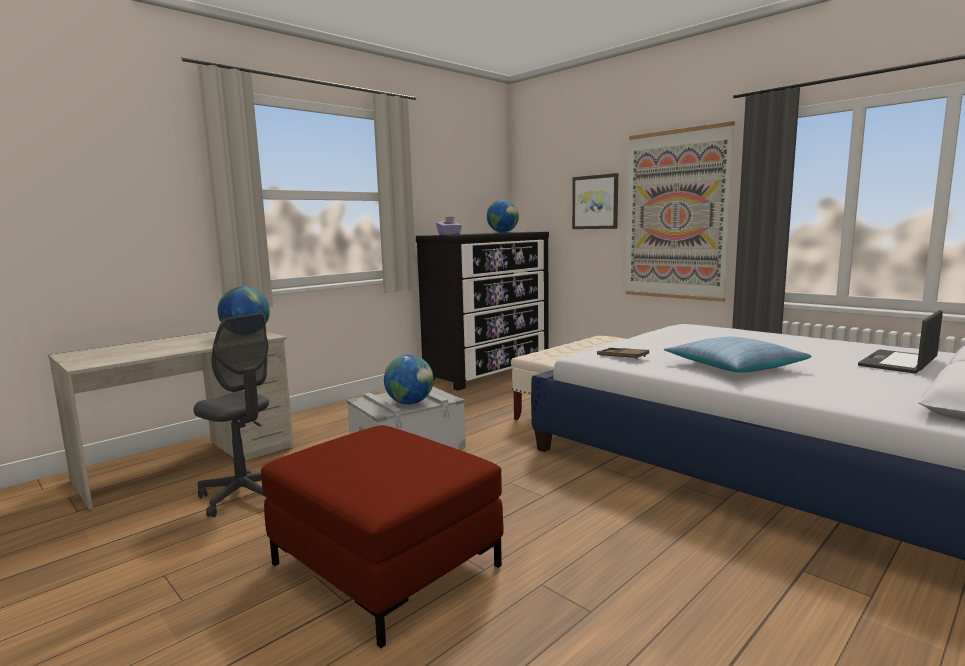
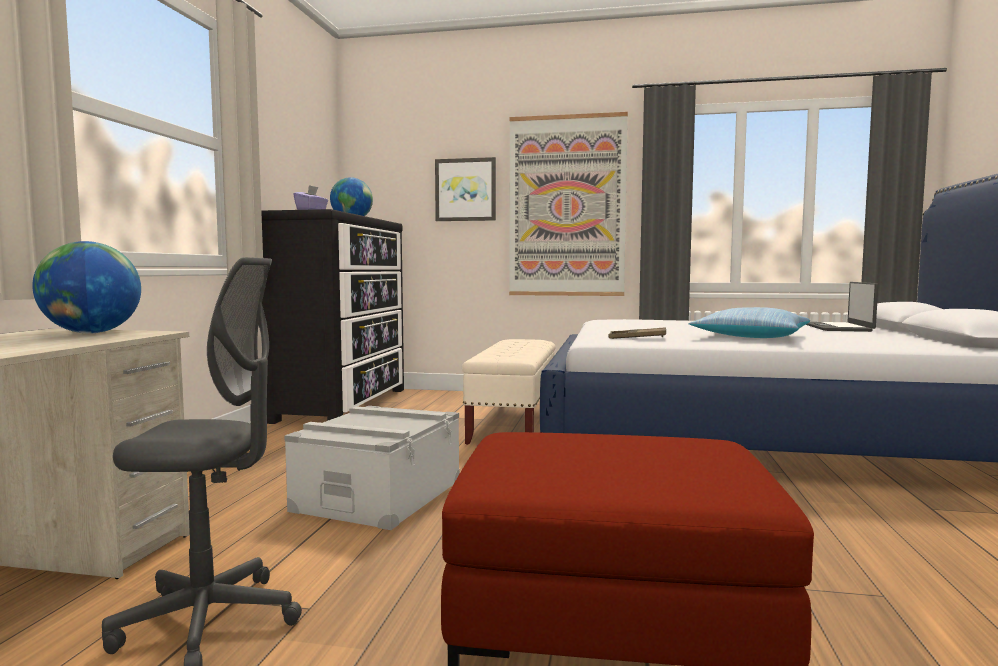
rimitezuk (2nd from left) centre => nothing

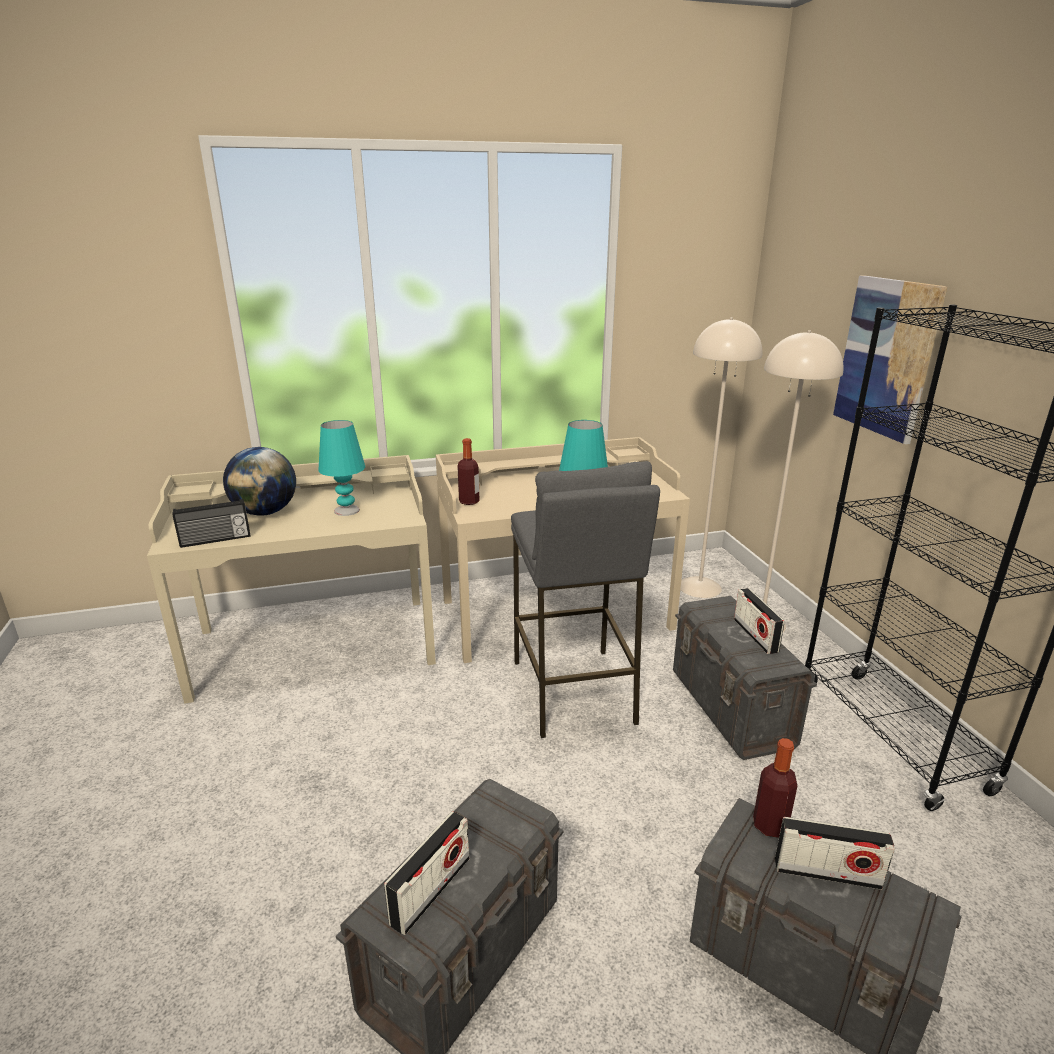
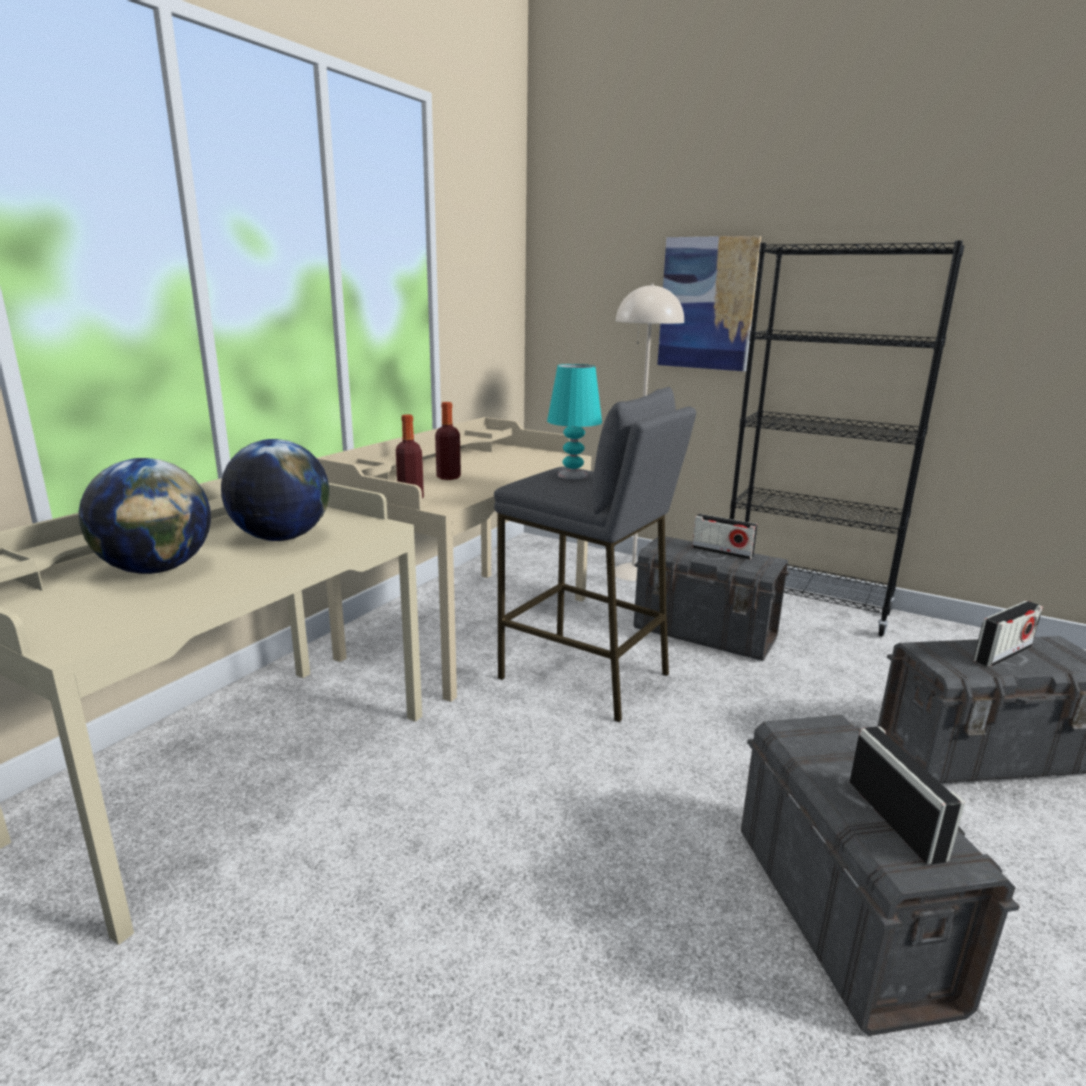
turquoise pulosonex (1st from left) middle left => rimitezuk (2nd from left) middle left
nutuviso (2nd from left) bottom right => nutuviso (2nd from left) centre, moved
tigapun (1st from left) middle left => nothing
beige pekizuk (1st from left) middle right => nothing

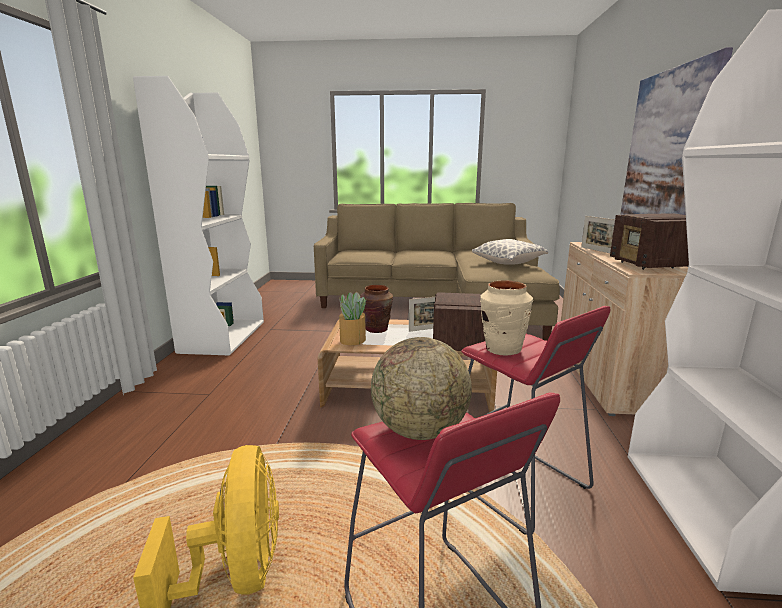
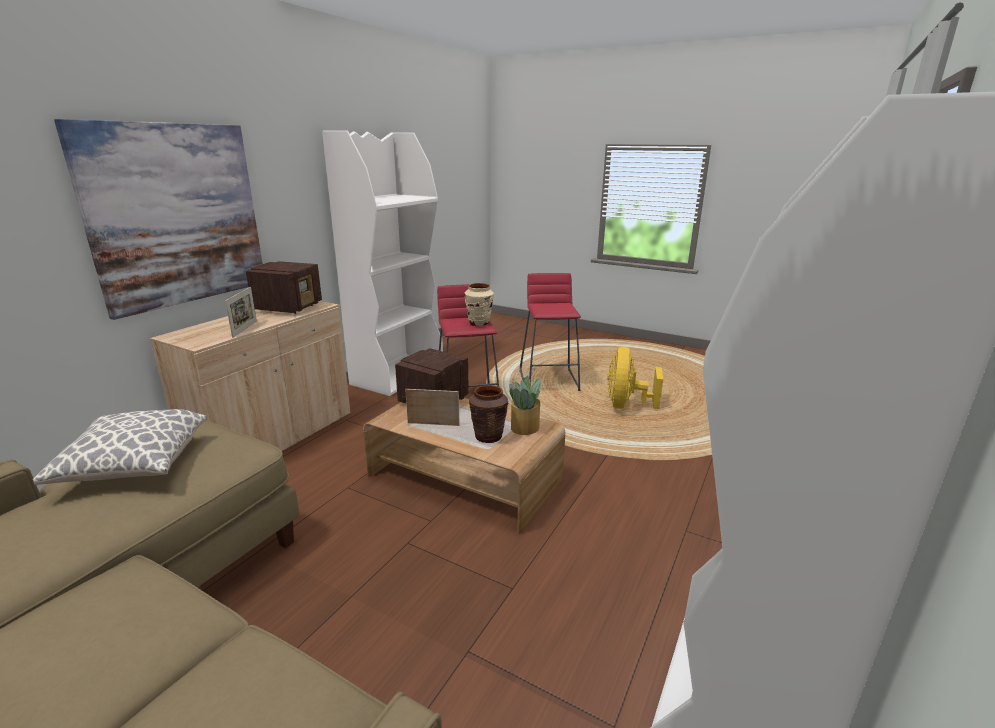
rimitezuk centre => nothing

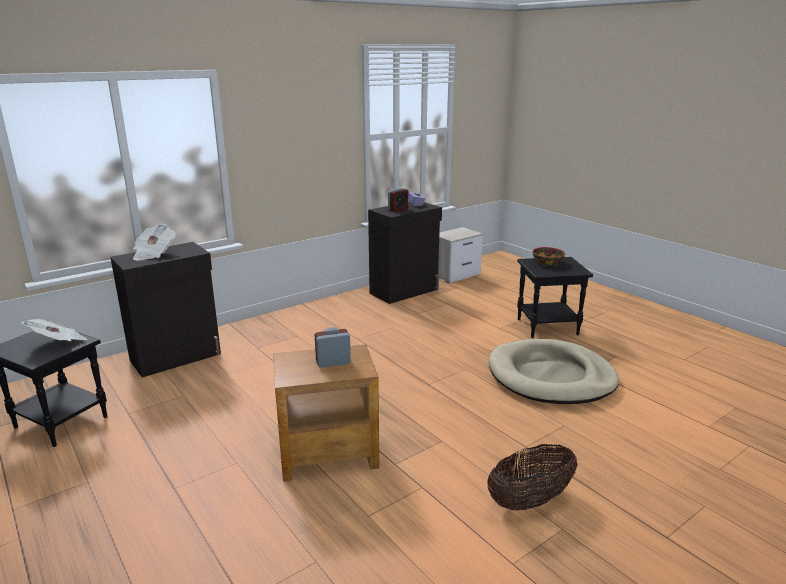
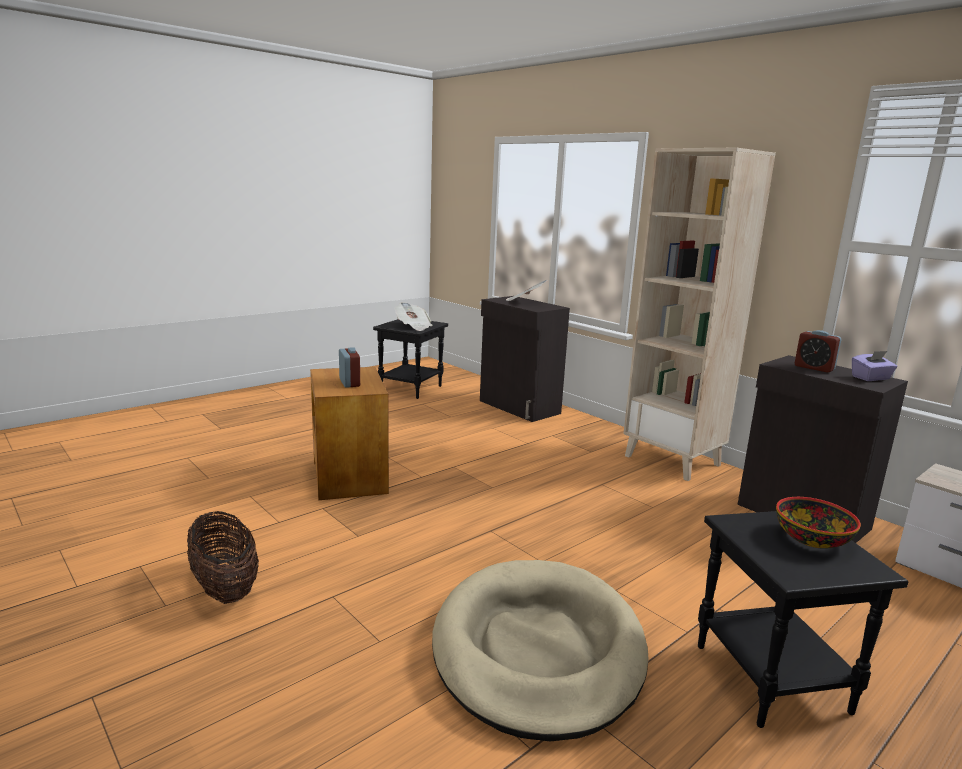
nothing => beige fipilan middle right

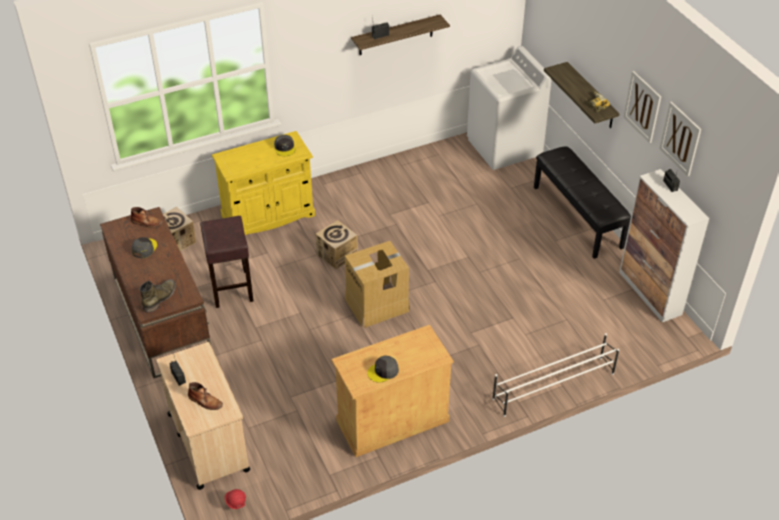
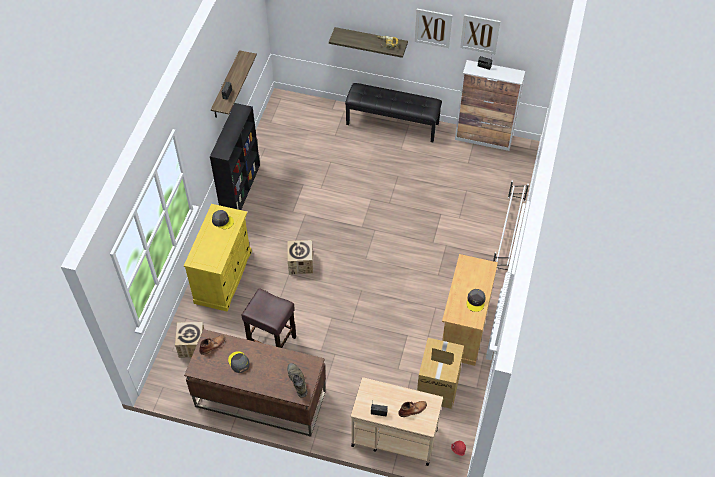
nothing => black fipilan top left
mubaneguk (3rd from left) centre => mubaneguk (3rd from left) bottom centre, moved
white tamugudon top centre => nothing

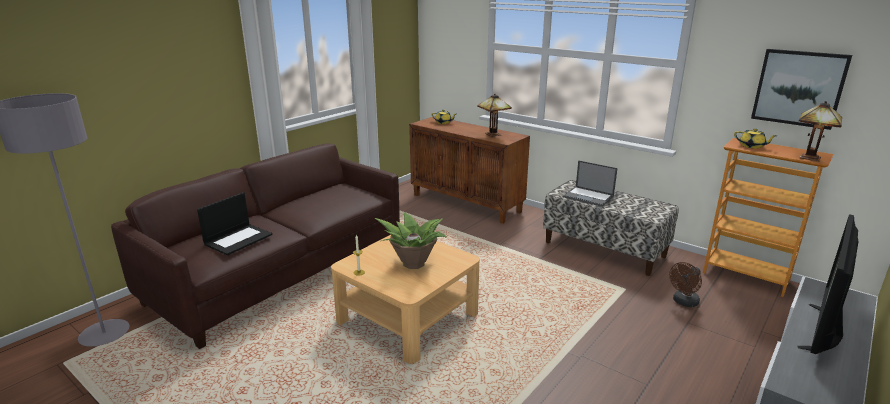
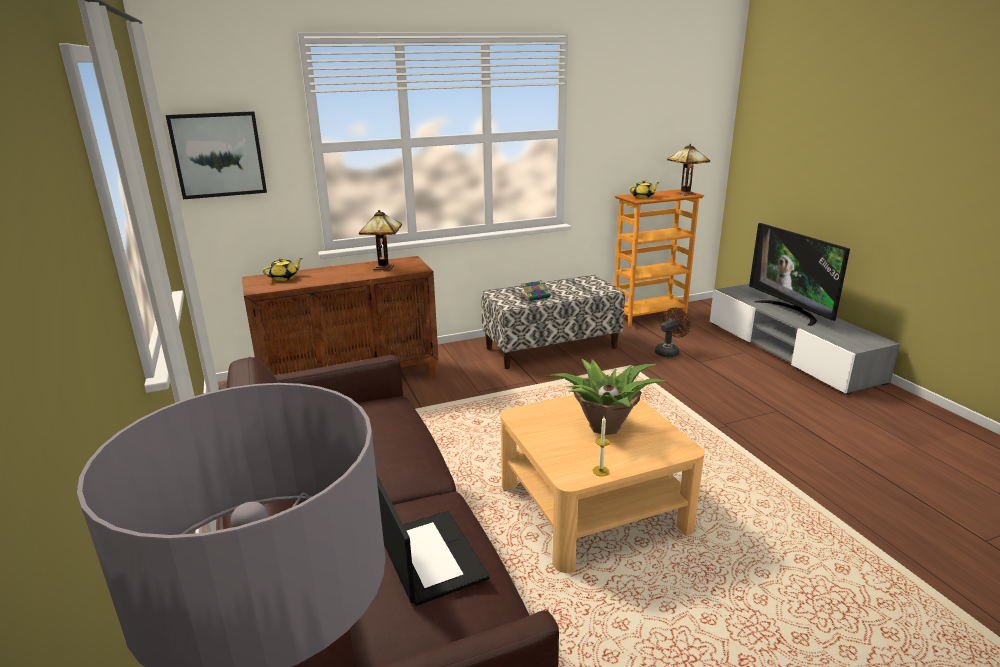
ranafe top right => ranafe top left, moved
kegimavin (2nd from left) centre => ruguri centre
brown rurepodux bottom right => brown rurepodux middle right, 120 degrees counterclockwise

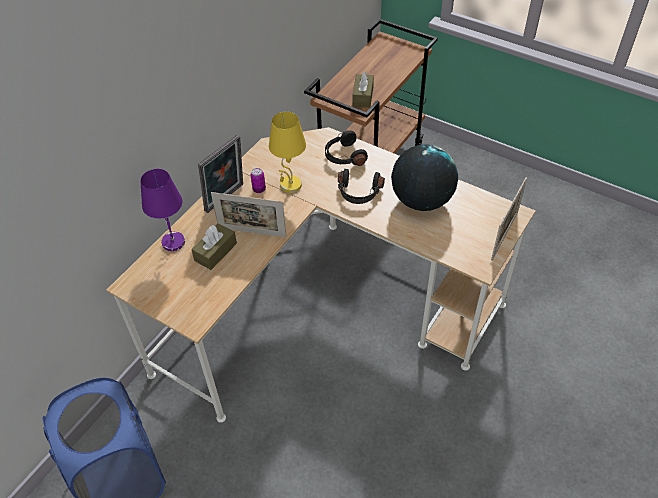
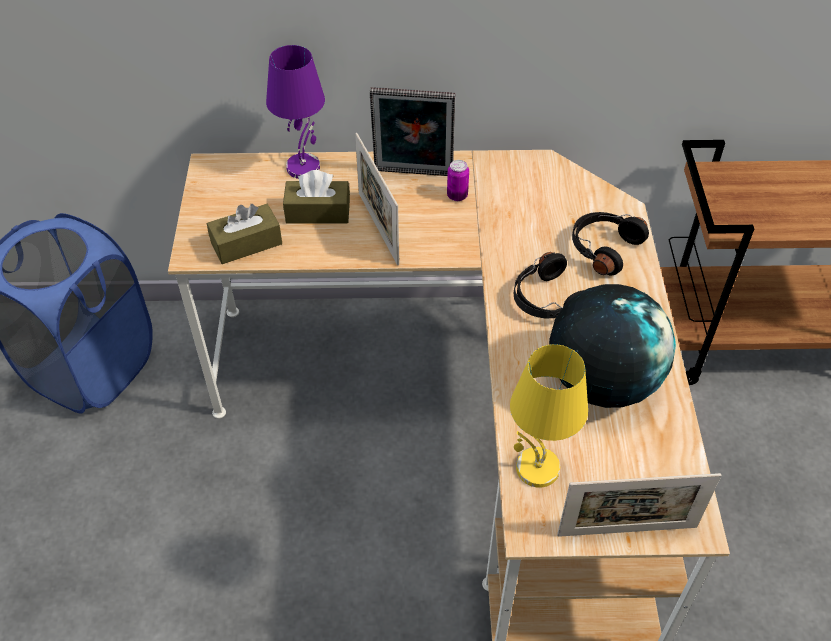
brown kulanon (2nd from left in the first image) top centre => brown kulanon (1st from left) middle left, moved
yellow pulosonex top centre => yellow pulosonex centre, moved

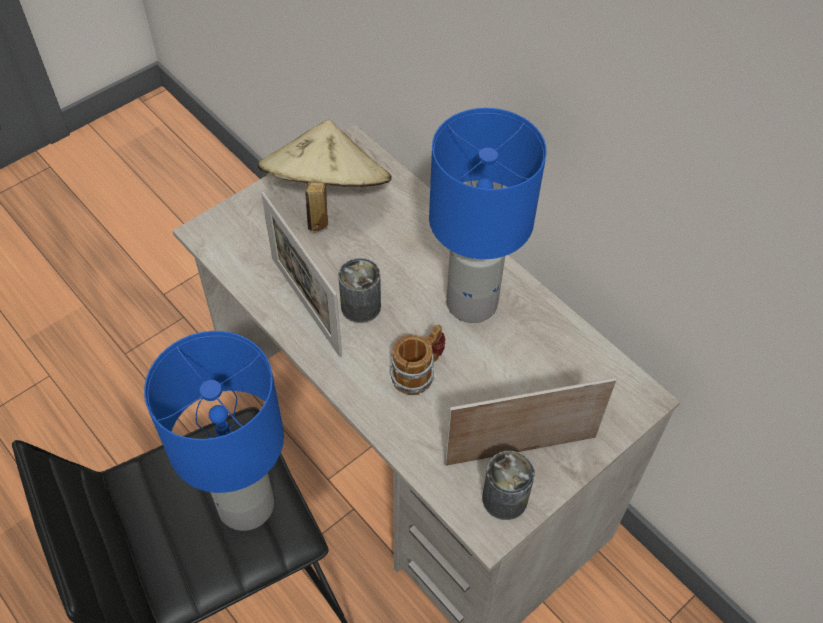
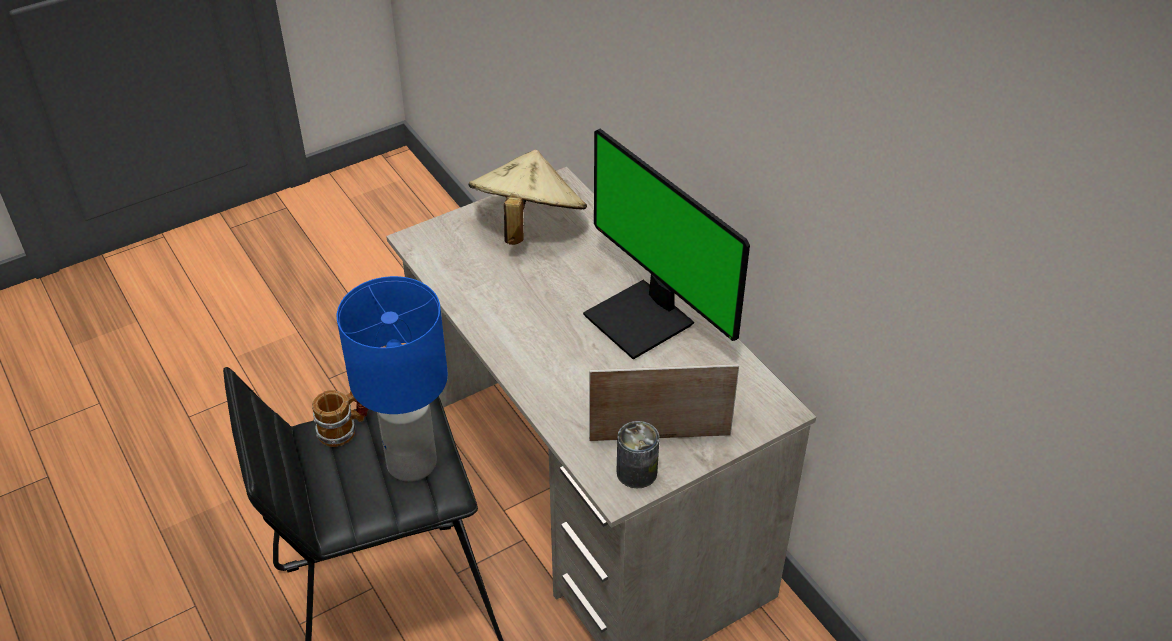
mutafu centre => mutafu middle left, moved
blue pulosonex (2nd from left) centre => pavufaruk centre
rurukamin (1st from left) centre => nothing
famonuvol (1st from left) centre => nothing

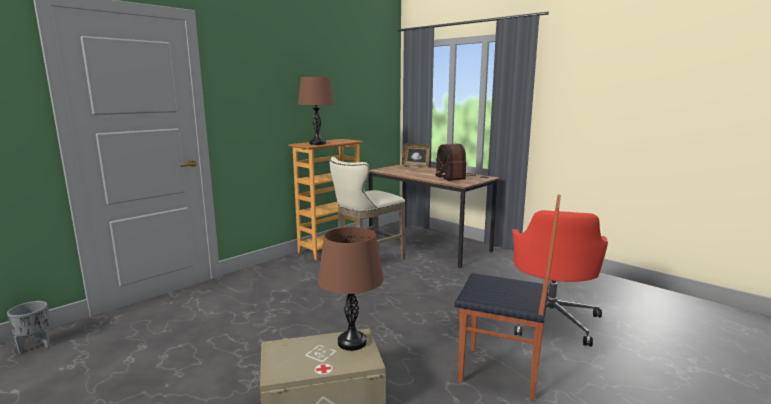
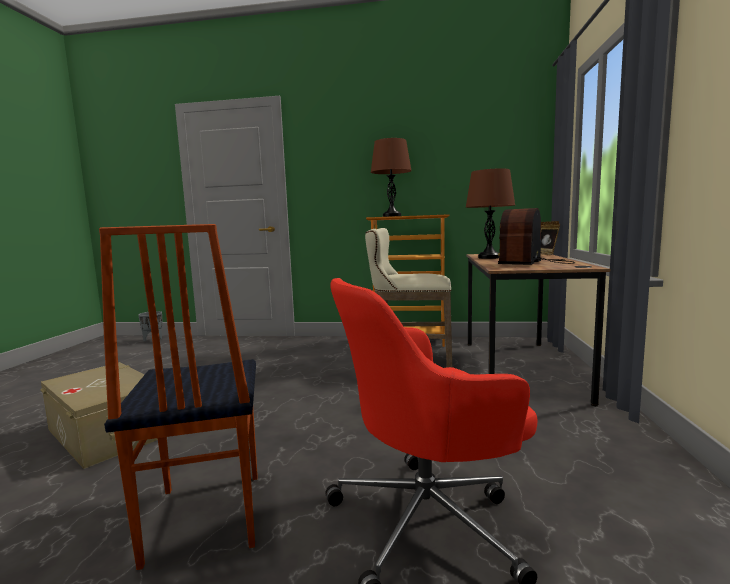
brown pulosonex (2nd from left) bottom centre => brown pulosonex (2nd from left) middle right, moved

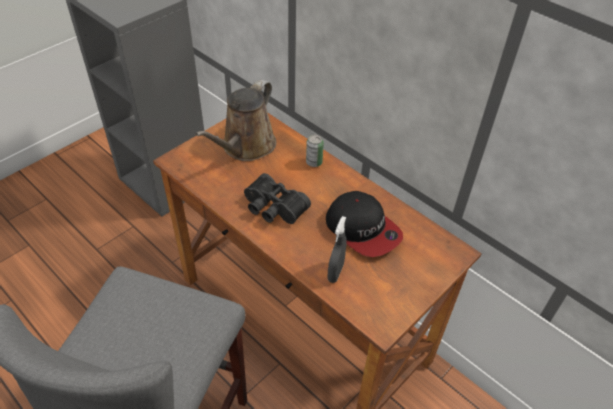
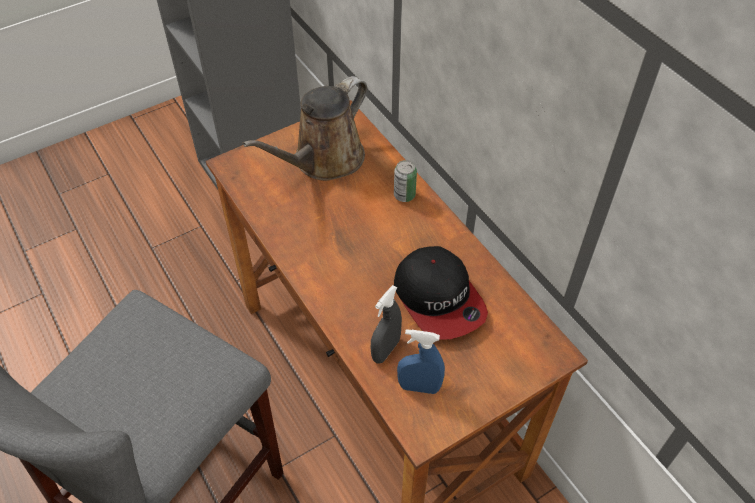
nothing => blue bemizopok bottom centre
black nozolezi centre => nothing

